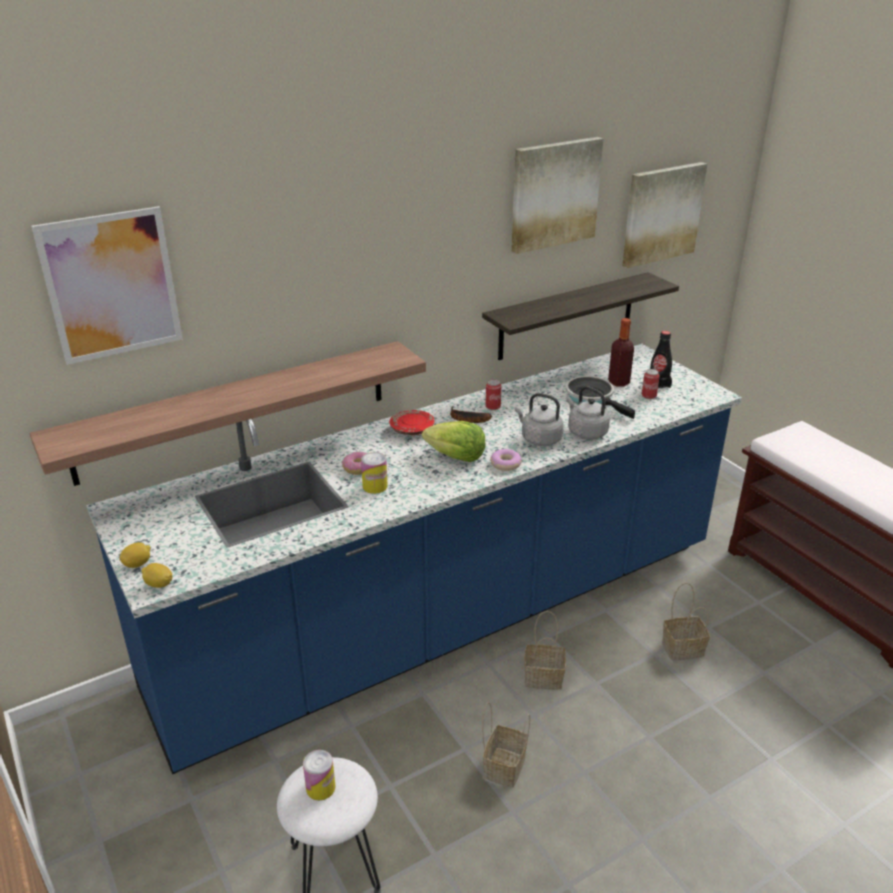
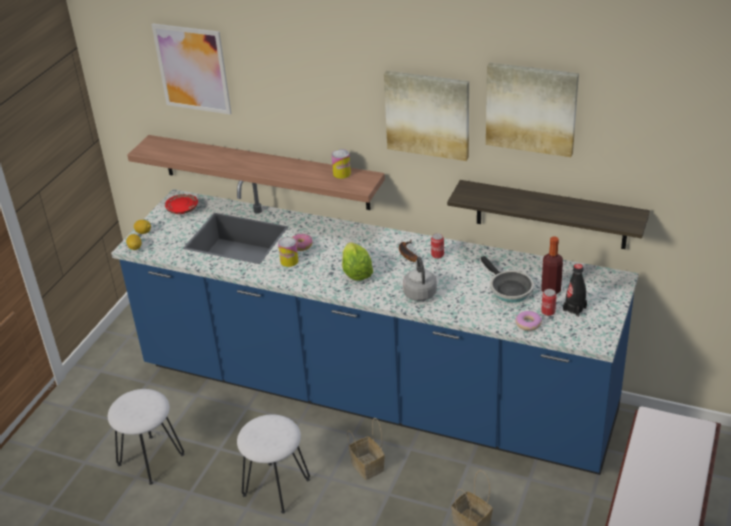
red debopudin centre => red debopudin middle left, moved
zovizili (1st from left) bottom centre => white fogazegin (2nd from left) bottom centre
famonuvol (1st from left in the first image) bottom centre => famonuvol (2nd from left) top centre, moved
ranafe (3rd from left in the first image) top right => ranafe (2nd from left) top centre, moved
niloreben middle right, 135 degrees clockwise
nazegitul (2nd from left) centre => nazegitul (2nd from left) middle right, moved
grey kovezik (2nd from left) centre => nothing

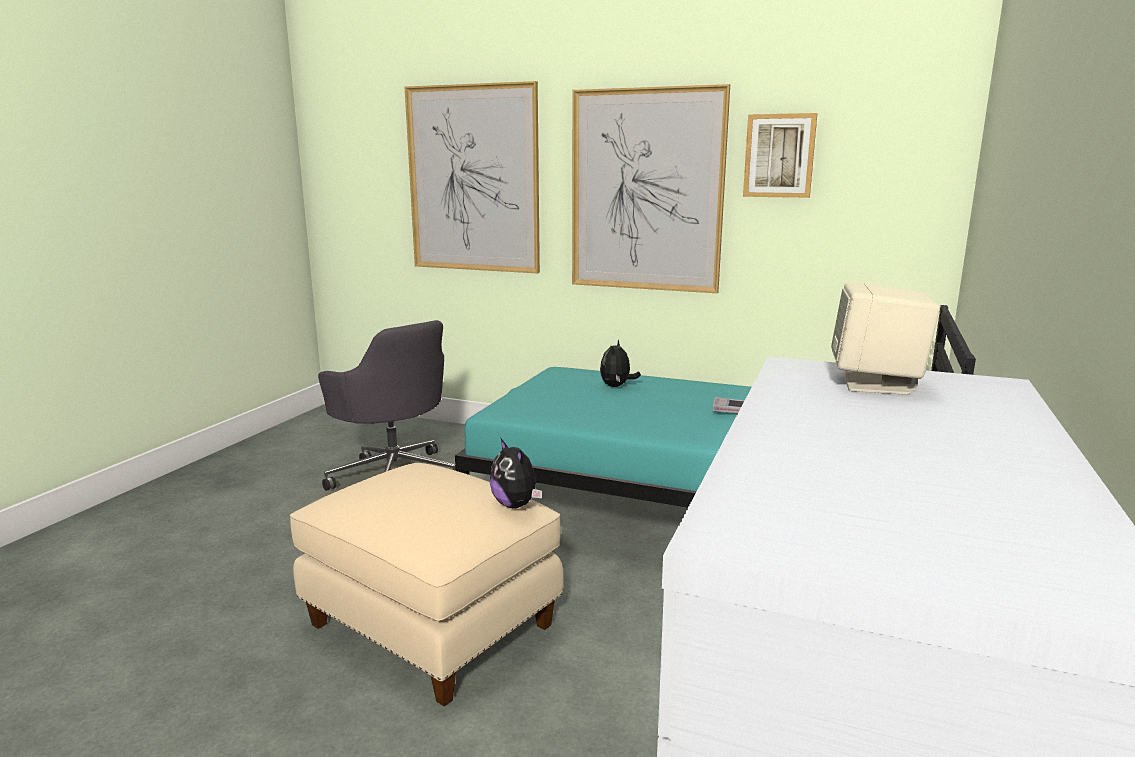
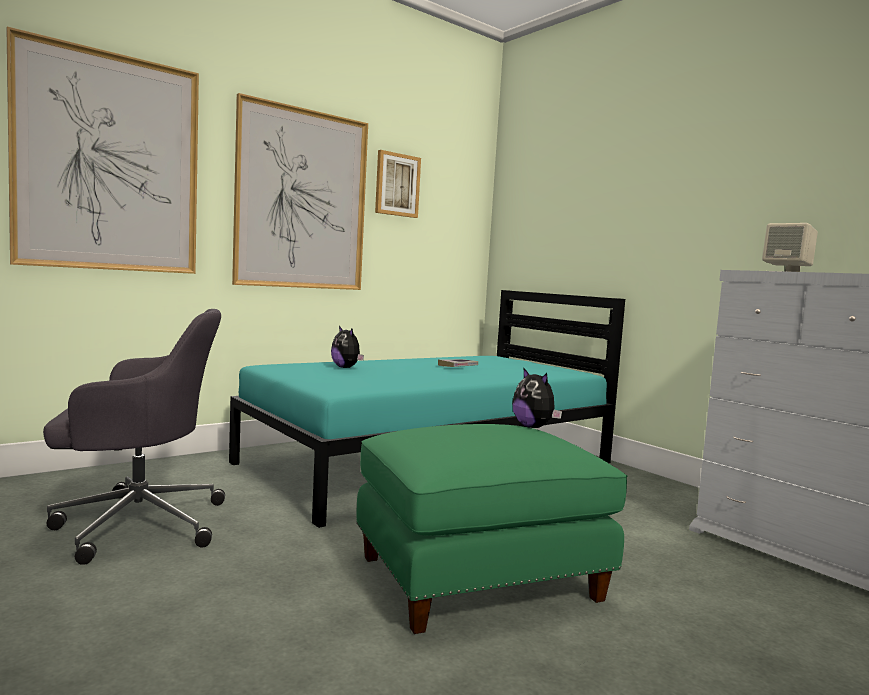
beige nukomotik bottom centre => green nukomotik bottom centre
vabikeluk (1st from left in the first image) centre => vabikeluk (2nd from left) centre, 60 degrees clockwise

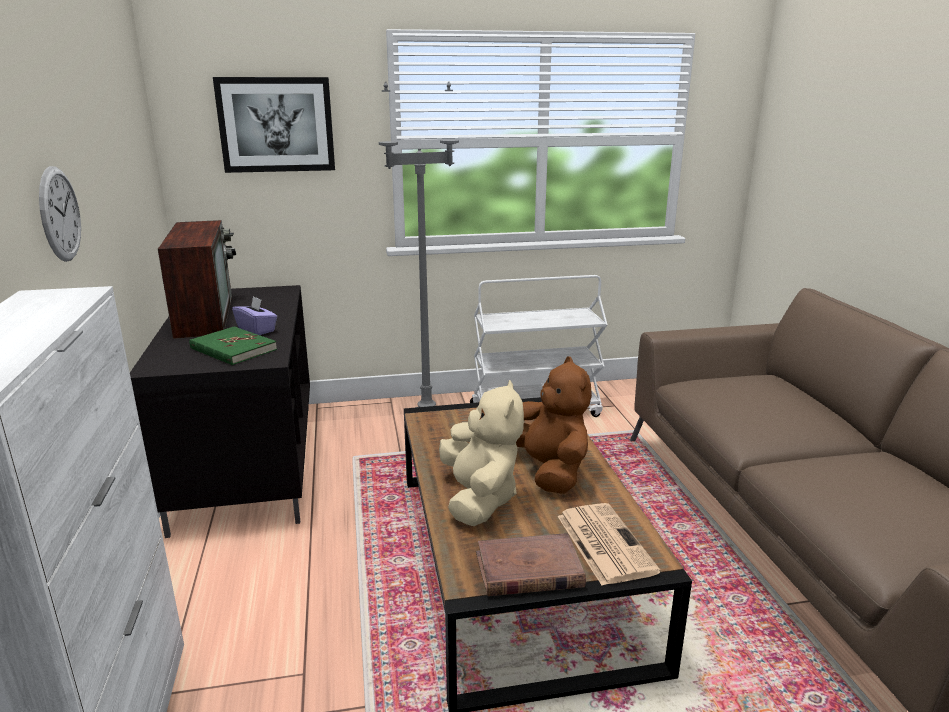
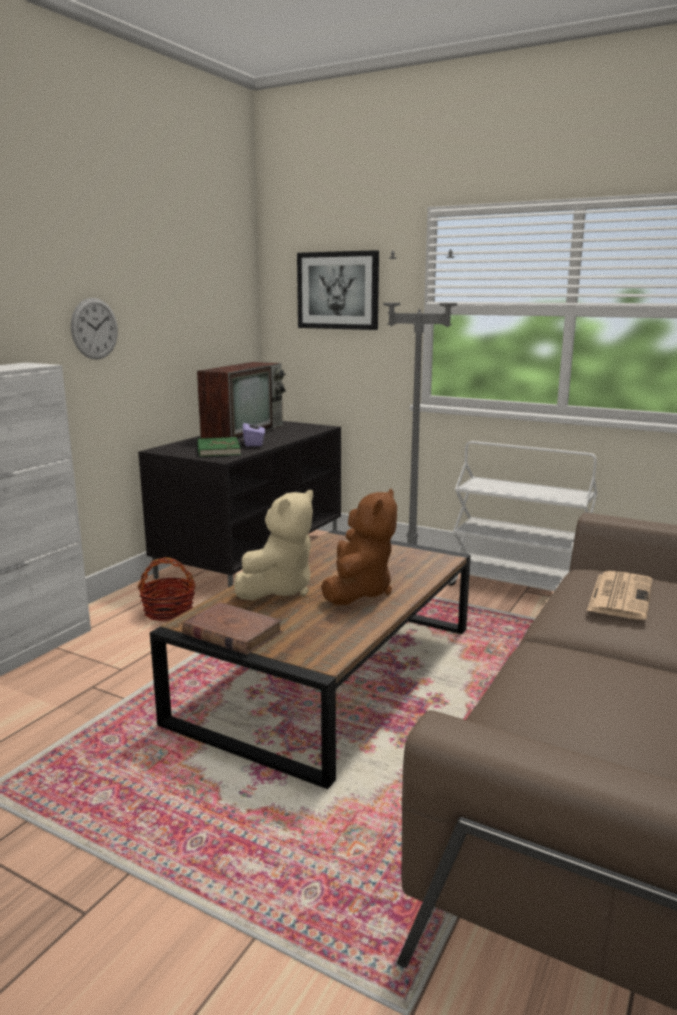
nothing => zovizili middle left
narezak bottom centre => narezak middle right, moved

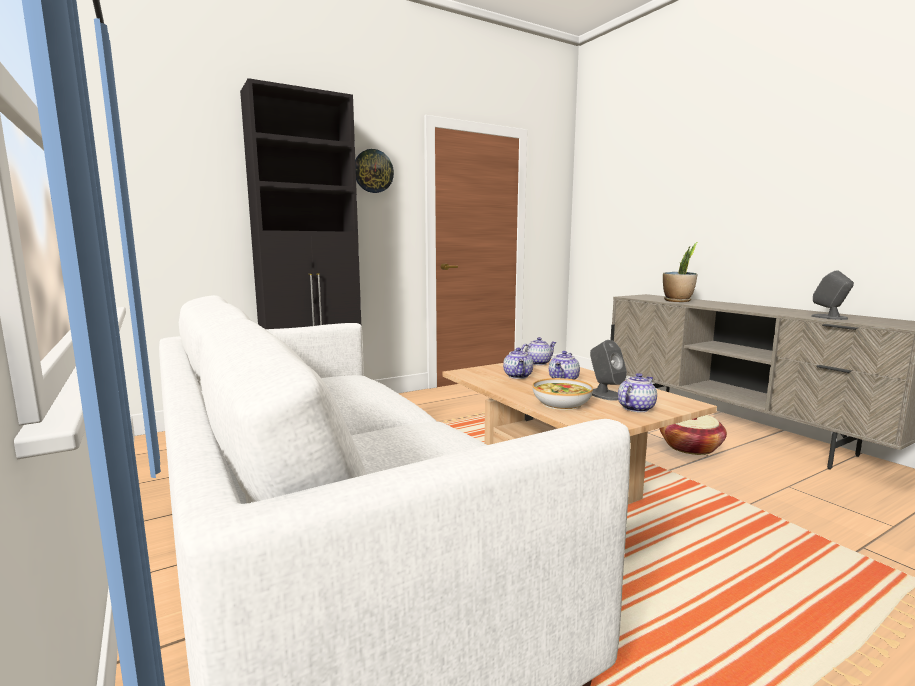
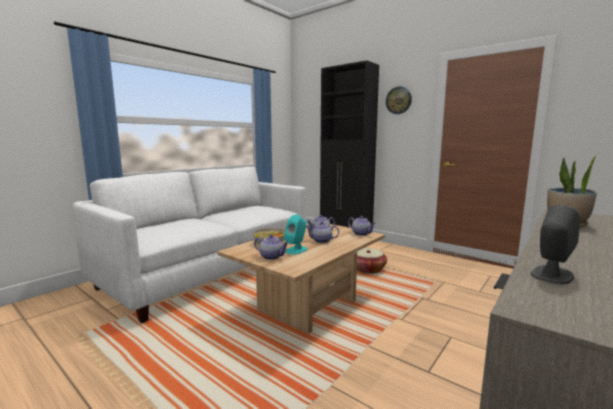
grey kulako (1st from left) centre => turquoise kulako centre
zovizili middle right => zovizili centre, moved

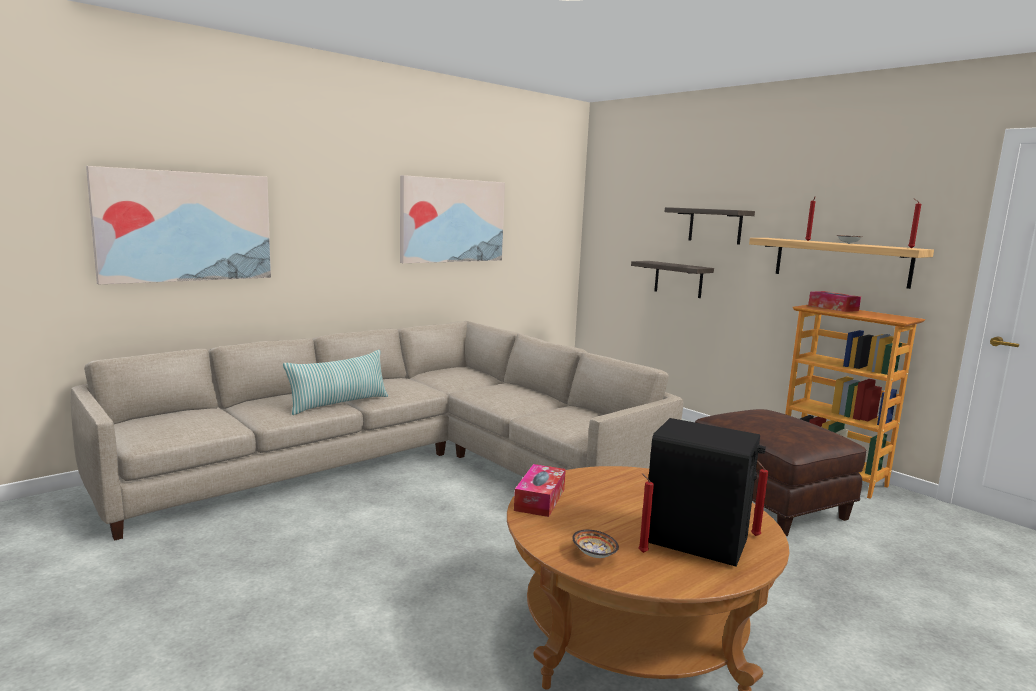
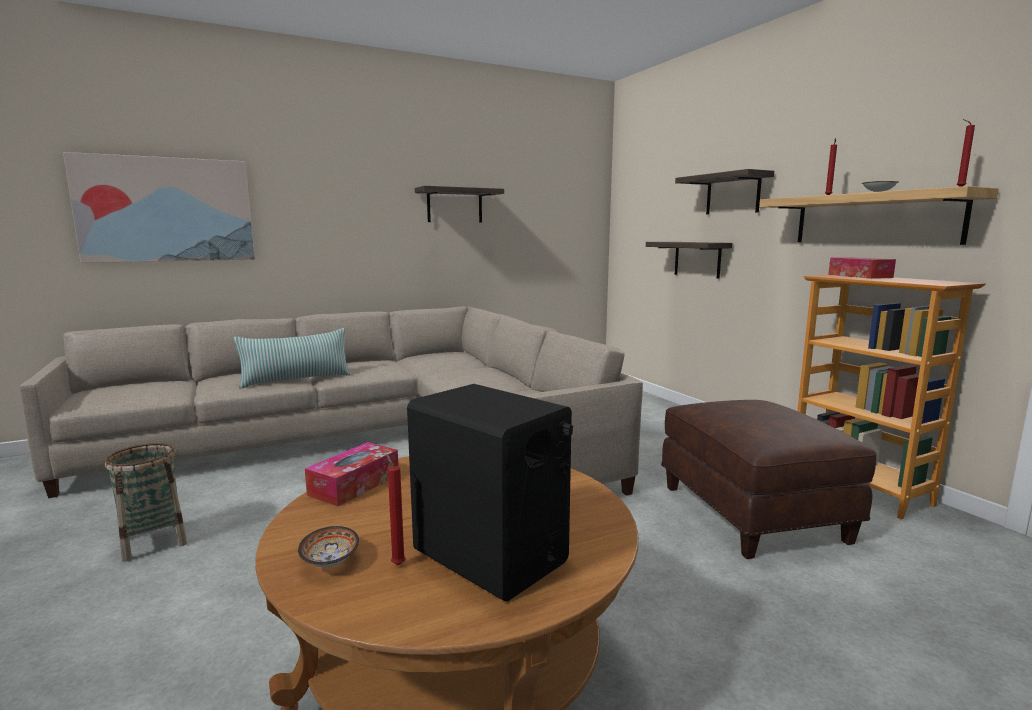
nothing => zovizili bottom left
ranafe (2nd from left) top centre => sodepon (1st from left) top centre
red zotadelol (2nd from left) bottom right => nothing

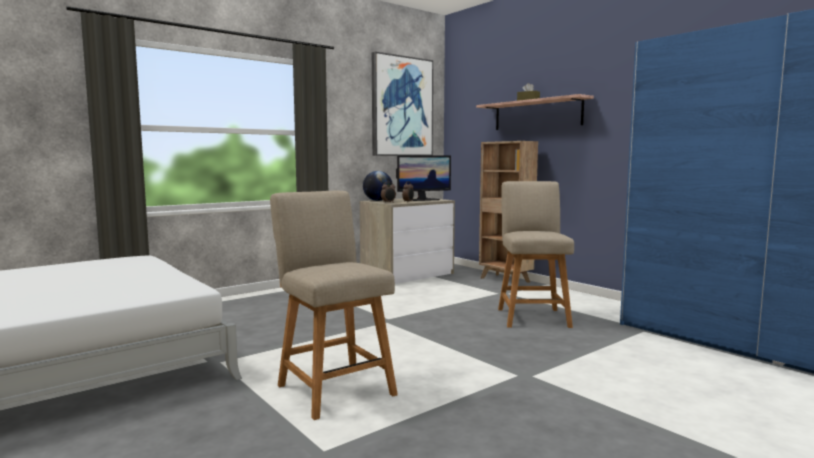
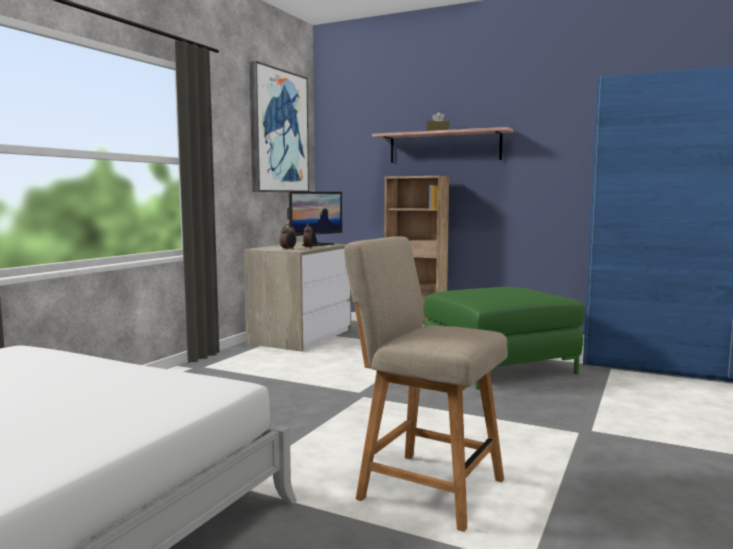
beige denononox (2nd from left) centre => green nukomotik middle right
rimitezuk centre => nothing

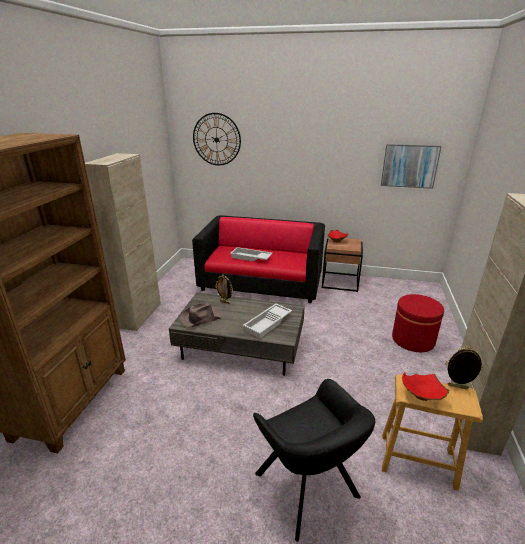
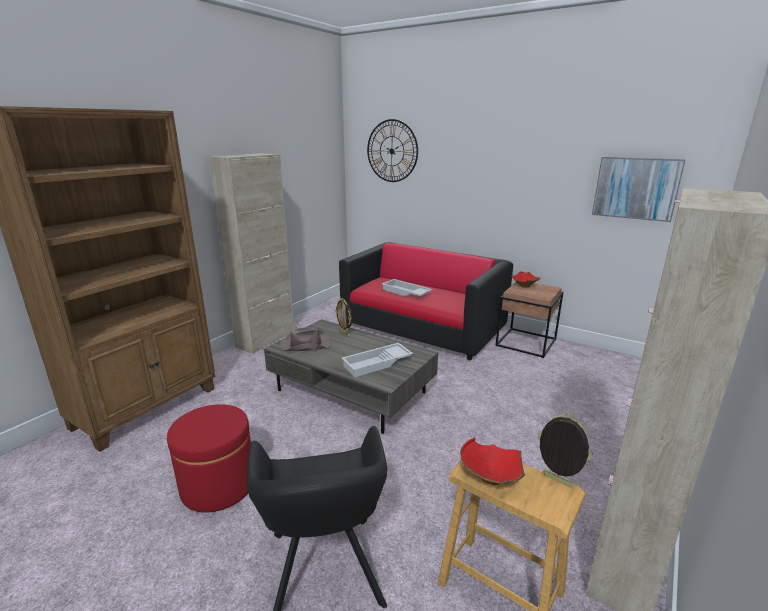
red nukomotik middle right => red nukomotik bottom left, moved

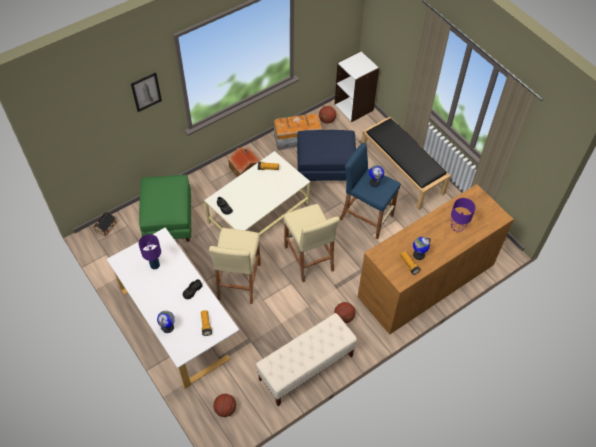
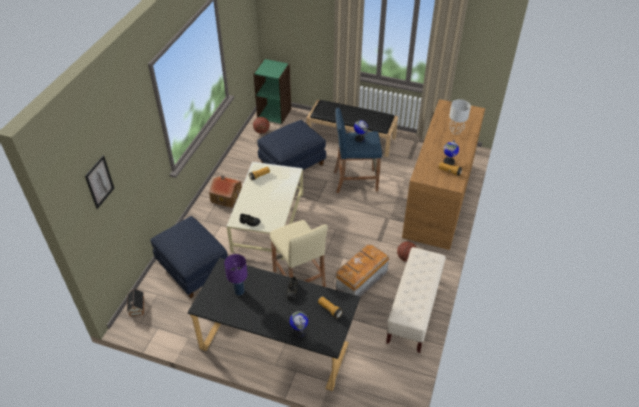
ranafe top left => ranafe middle left, moved
green nukomotik middle left => blue nukomotik (1st from left) middle left
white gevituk bottom left => black gevituk bottom centre
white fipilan top centre => green fipilan top centre
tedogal top centre => tedogal centre, moved
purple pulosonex (2nd from left) middle right => grey pulosonex top right
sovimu (1st from left) bottom centre => nothing
beige fogazegin (2nd from left) centre => nothing

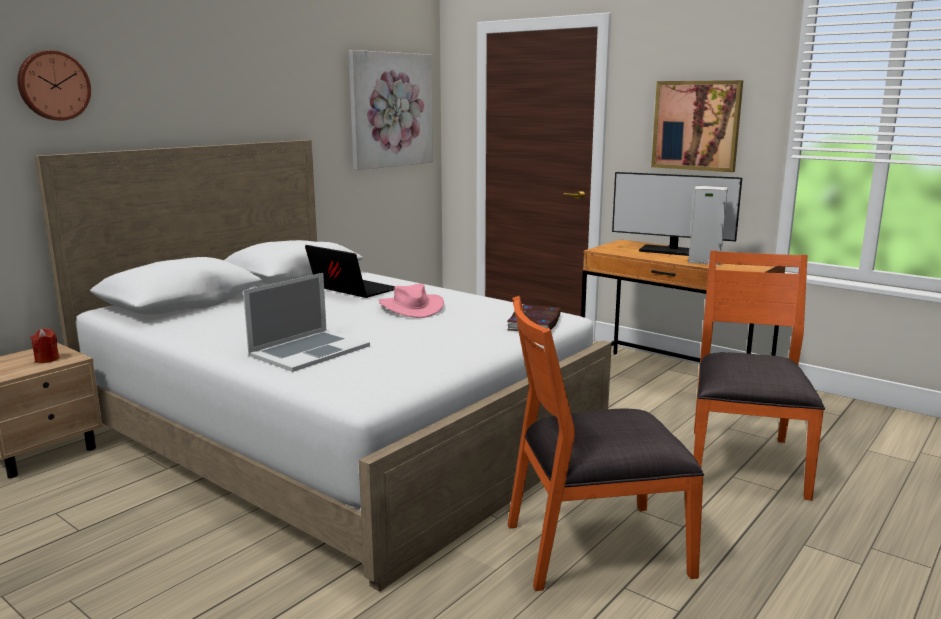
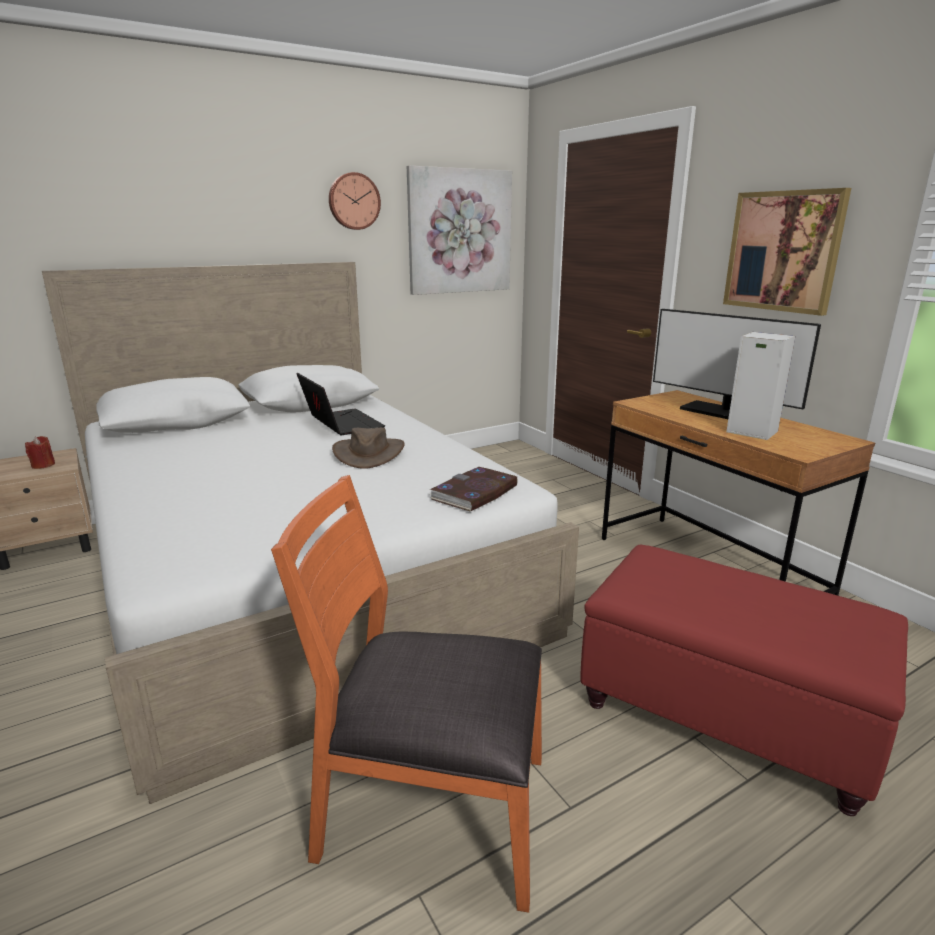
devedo top left => devedo top centre, moved
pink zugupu centre => brown zugupu centre
orange denononox (2nd from left) middle right => red nukomotik bottom right
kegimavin (1st from left) middle left => nothing

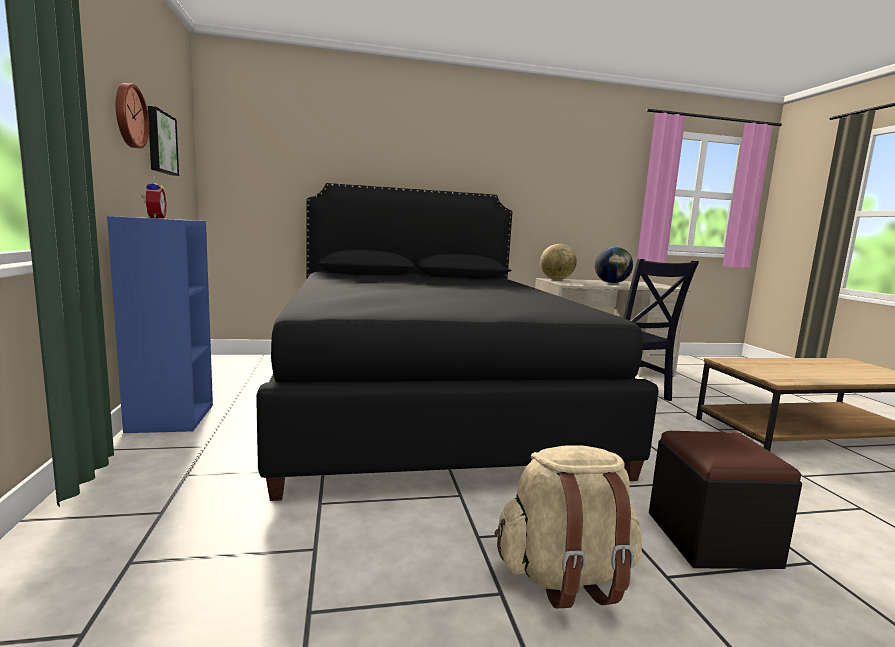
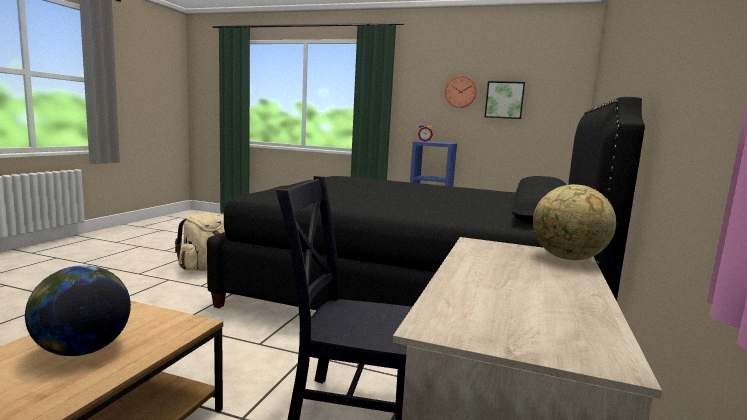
rimitezuk (2nd from left in the first image) middle right => rimitezuk (1st from left) bottom left, moved
black nukomotik bottom right => nothing

